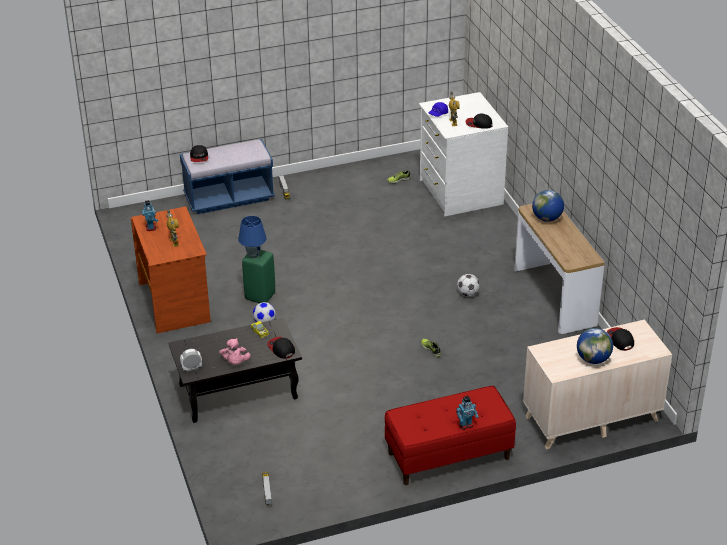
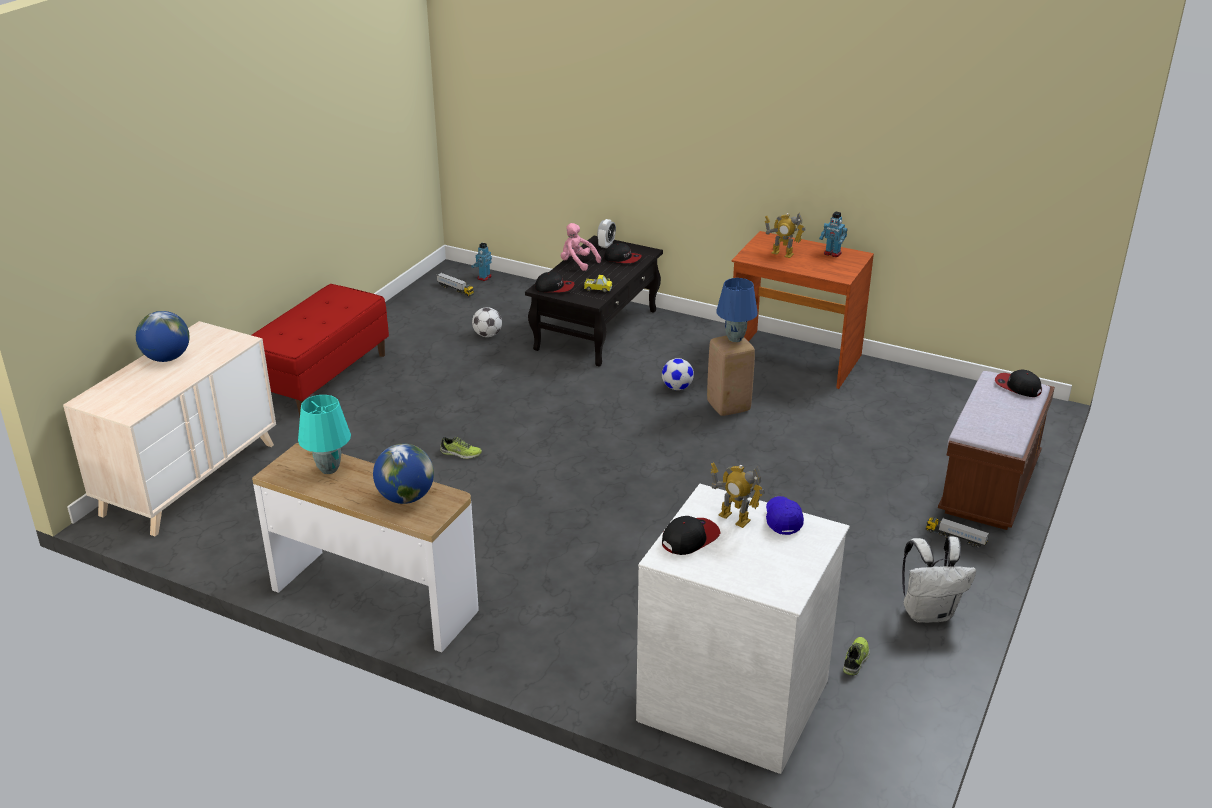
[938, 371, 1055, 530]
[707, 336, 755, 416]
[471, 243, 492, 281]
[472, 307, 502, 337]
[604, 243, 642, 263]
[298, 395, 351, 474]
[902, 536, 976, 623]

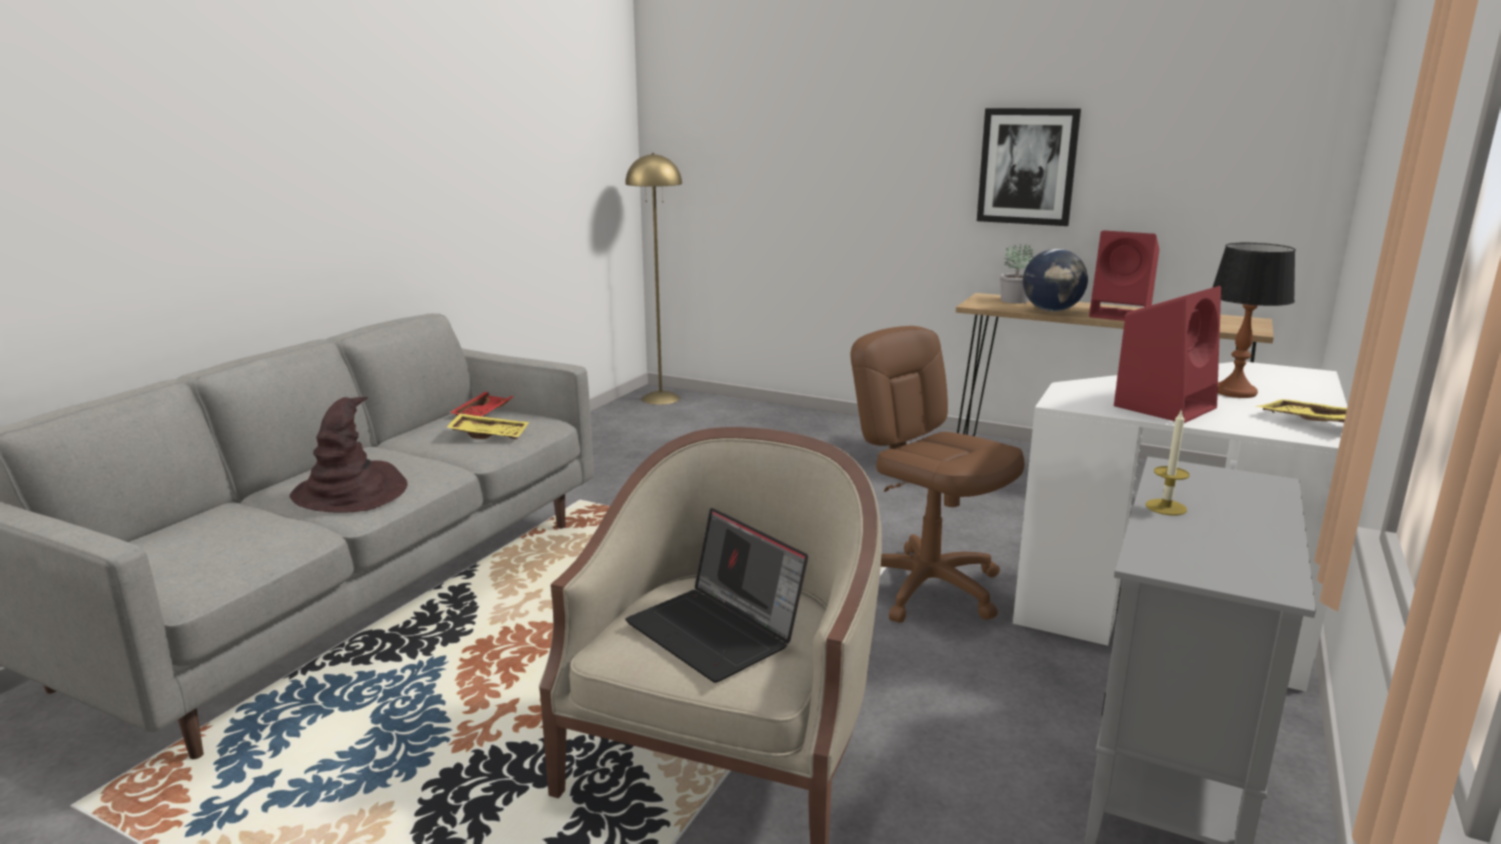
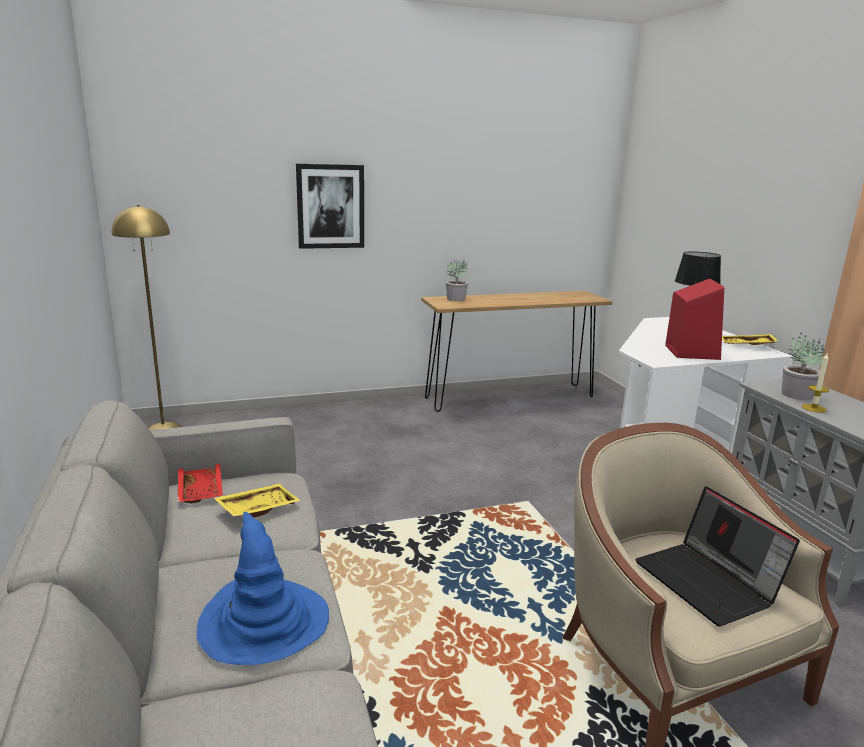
[196, 512, 329, 665]
[635, 486, 800, 626]
[851, 326, 1025, 623] (first image)
[296, 164, 364, 249]
[1023, 249, 1088, 312] (first image)
[1089, 230, 1159, 321] (first image)
[782, 332, 826, 400]

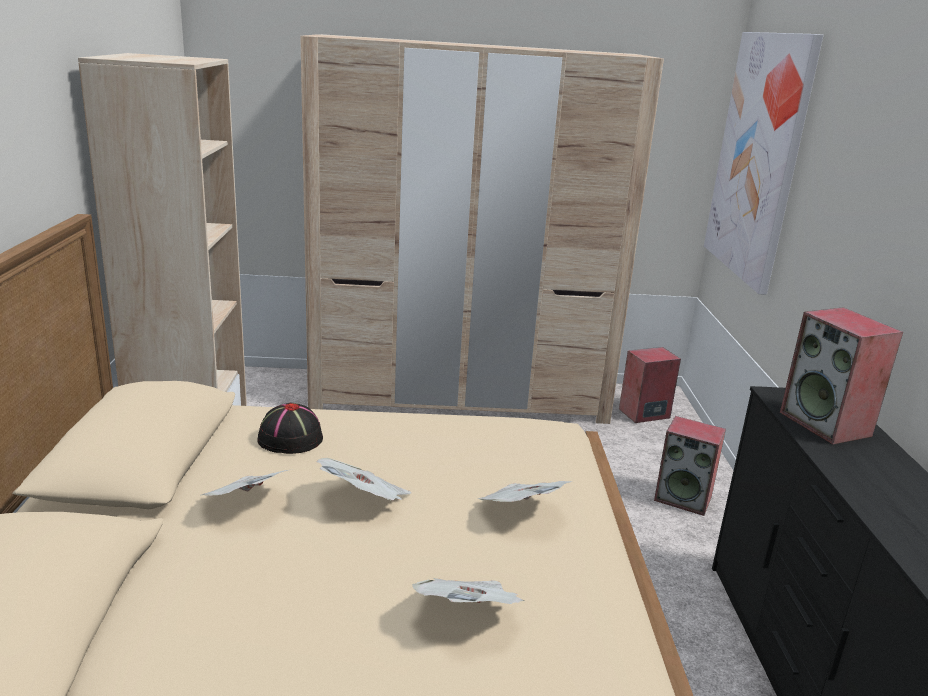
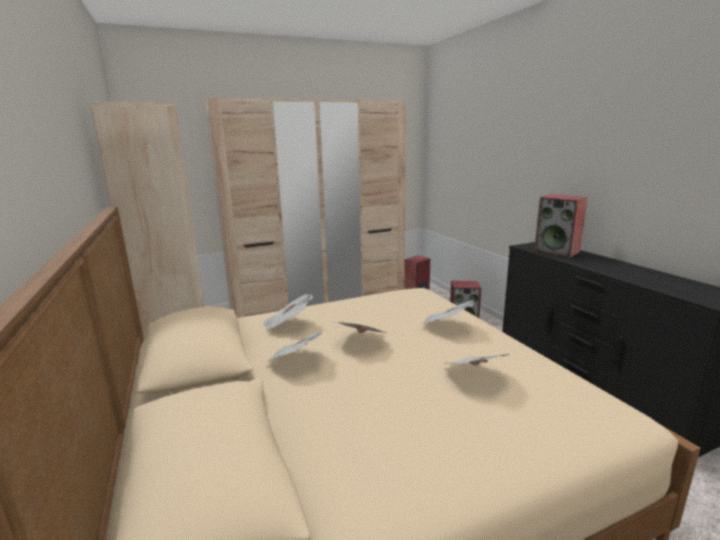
[263, 294, 313, 331]
[704, 32, 824, 295] (first image)

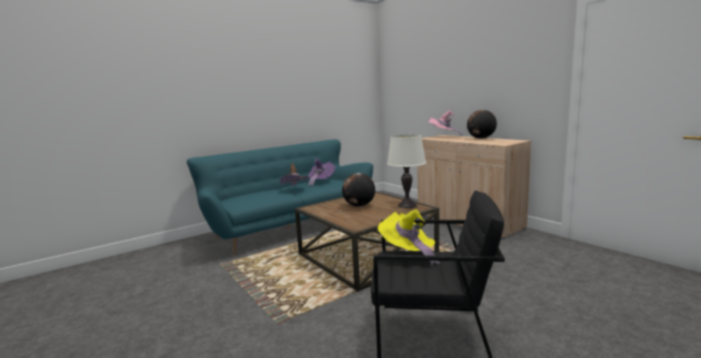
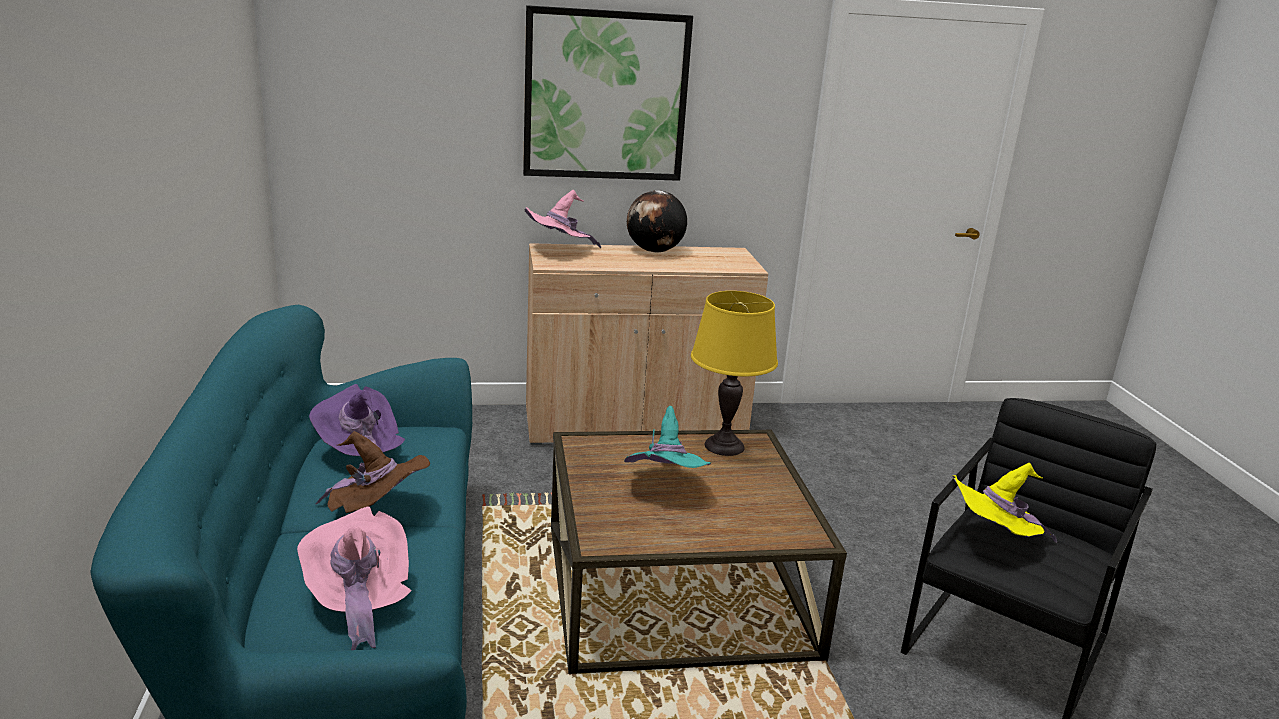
[624, 406, 711, 468]
[691, 291, 778, 456]
[297, 506, 412, 650]
[523, 5, 693, 181]

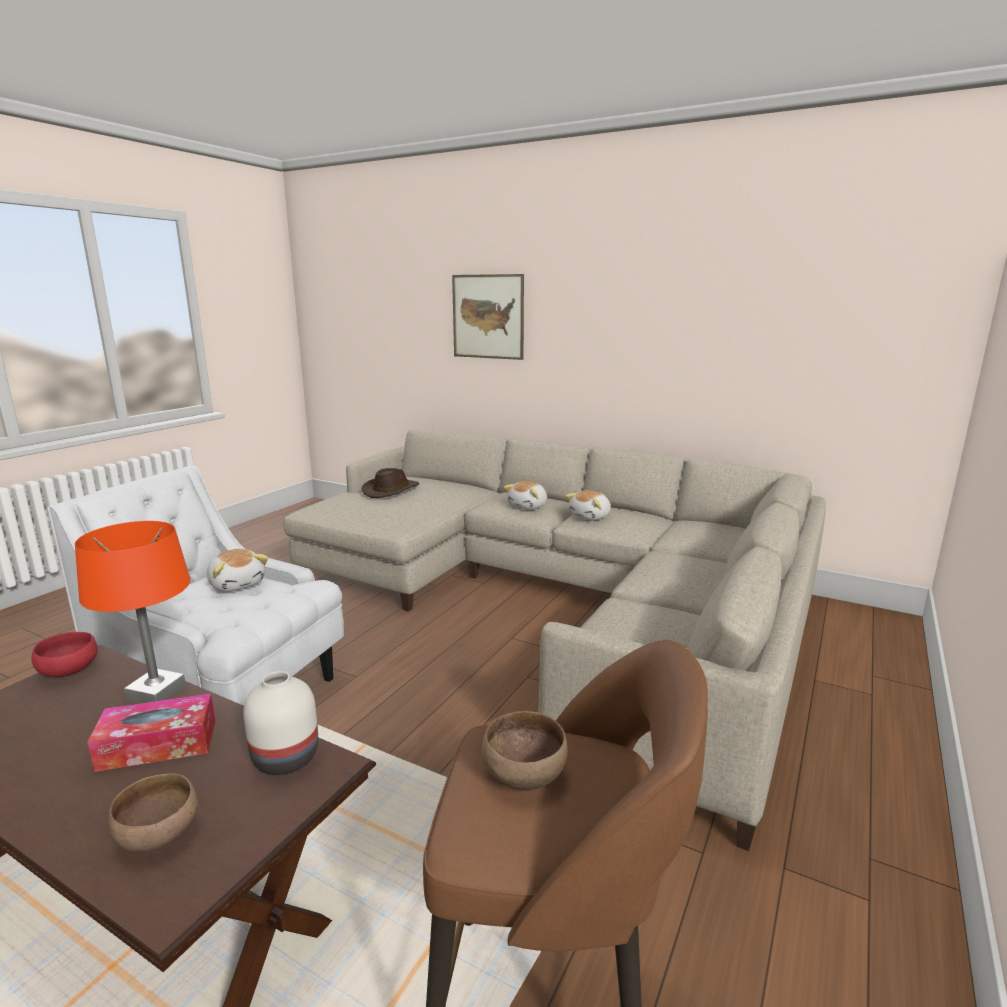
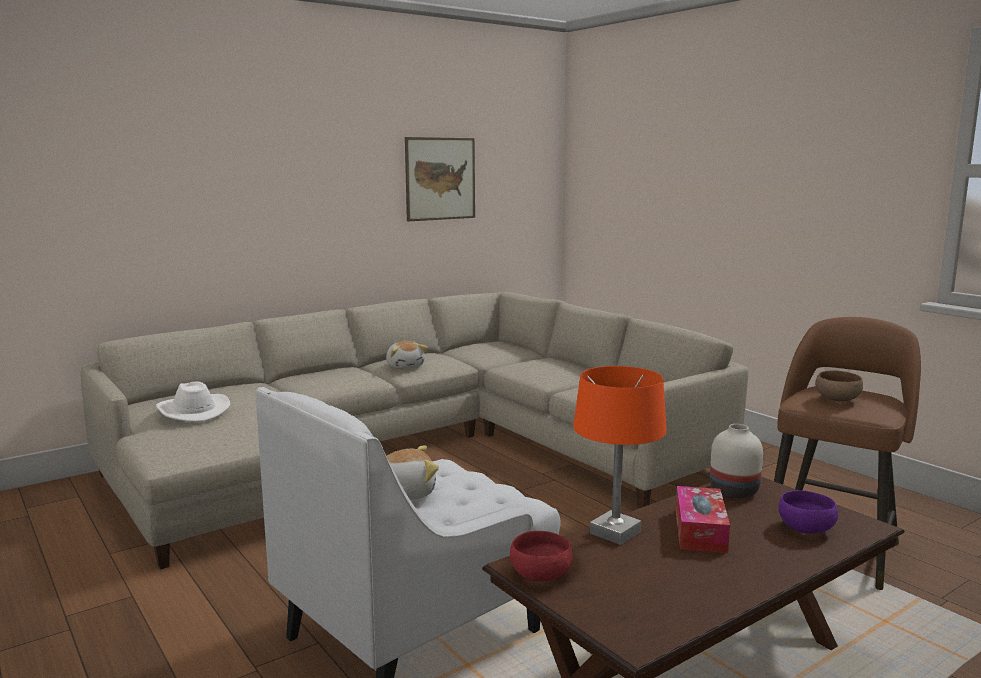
[779, 490, 838, 534]
[156, 381, 230, 422]
[405, 137, 475, 221]
[504, 481, 547, 510] (first image)

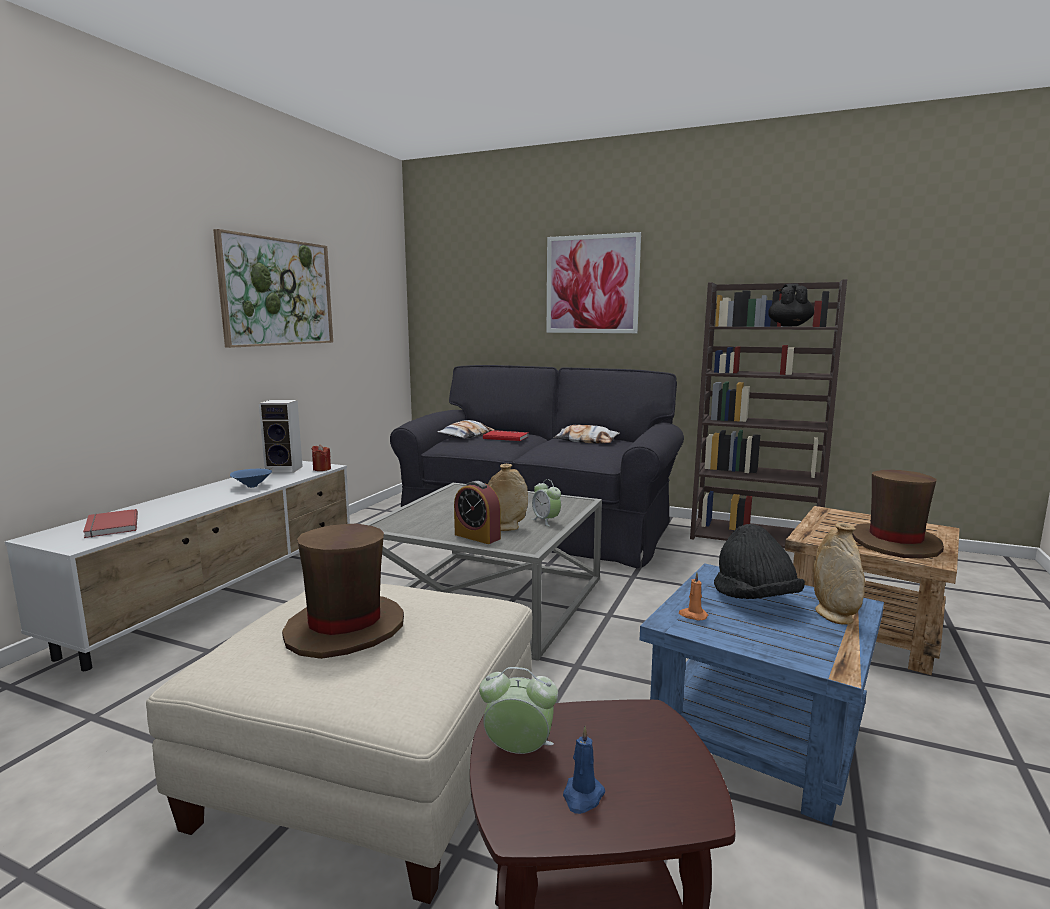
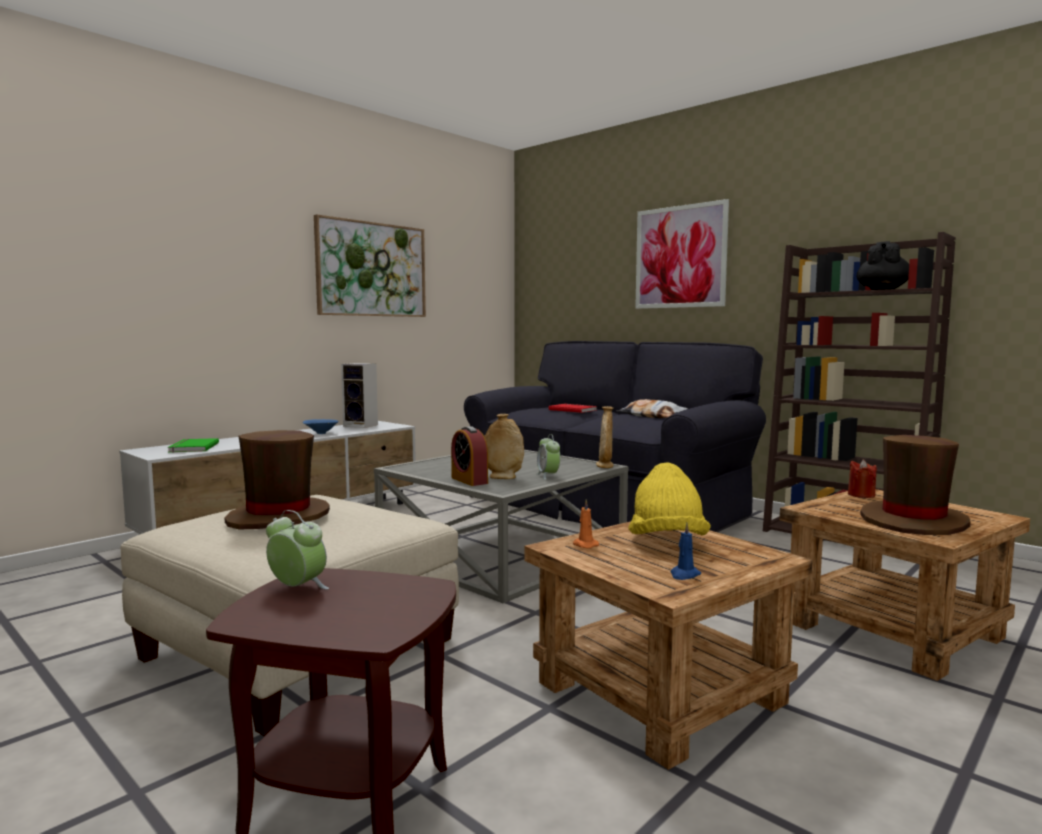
[168, 438, 219, 453]
[848, 460, 877, 498]
[437, 420, 495, 439] (first image)
[671, 523, 701, 580]
[524, 521, 813, 770]
[628, 463, 711, 536]
[596, 406, 614, 468]

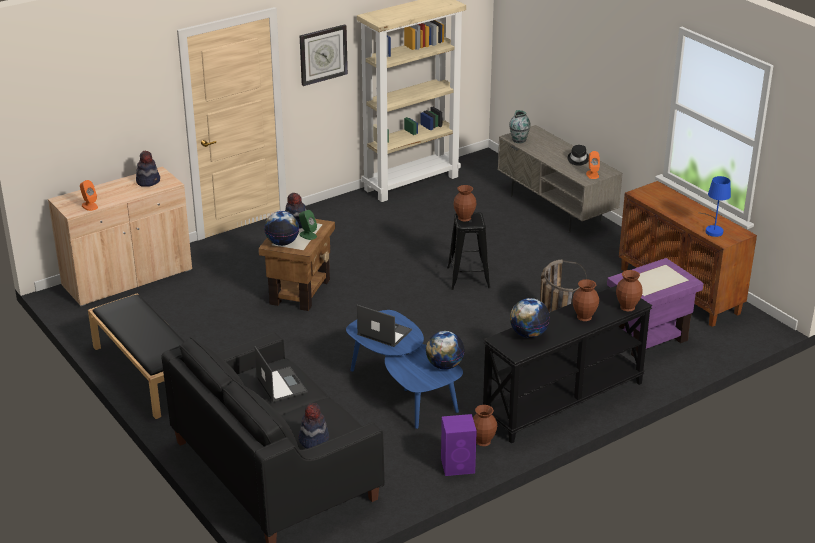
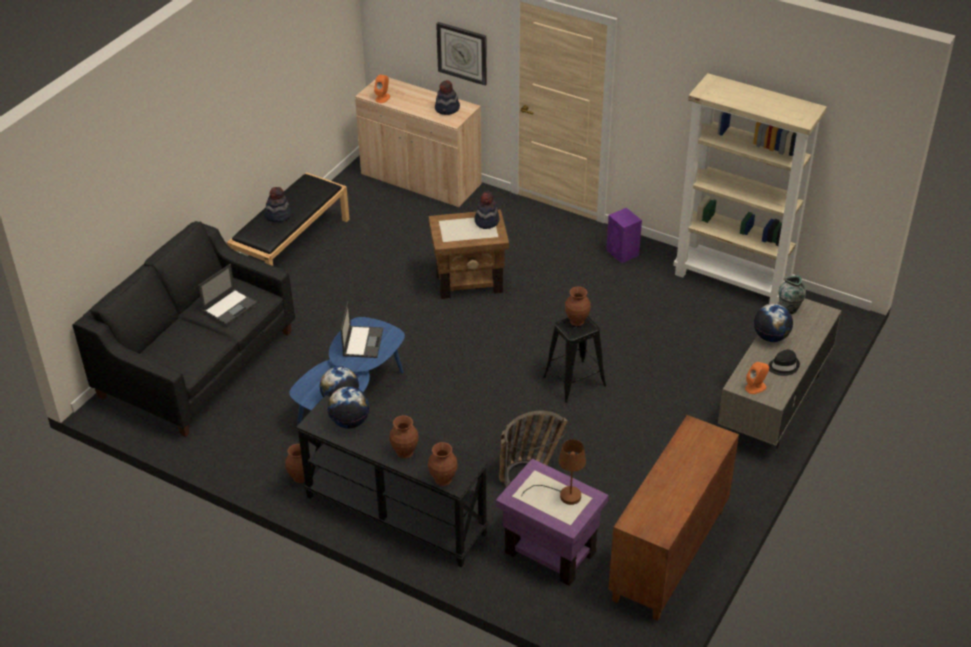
[754, 304, 793, 342]
[264, 187, 291, 222]
[299, 210, 317, 240] (first image)
[436, 22, 487, 86]
[606, 208, 642, 263]
[701, 176, 731, 237] (first image)
[521, 439, 586, 505]

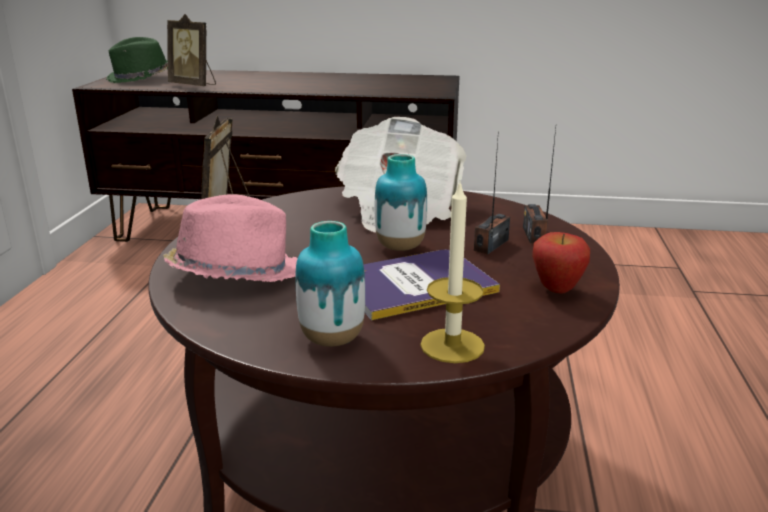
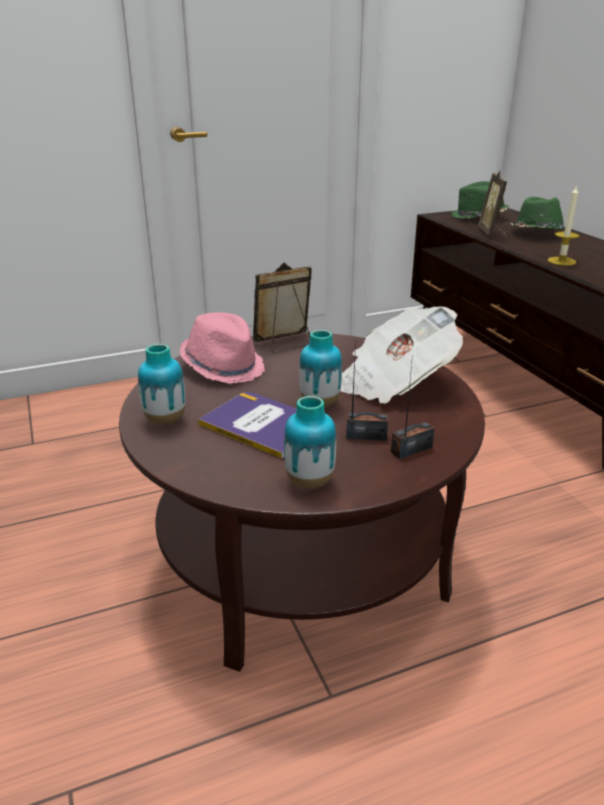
[548, 185, 580, 266]
[284, 396, 336, 489]
[510, 197, 565, 229]

